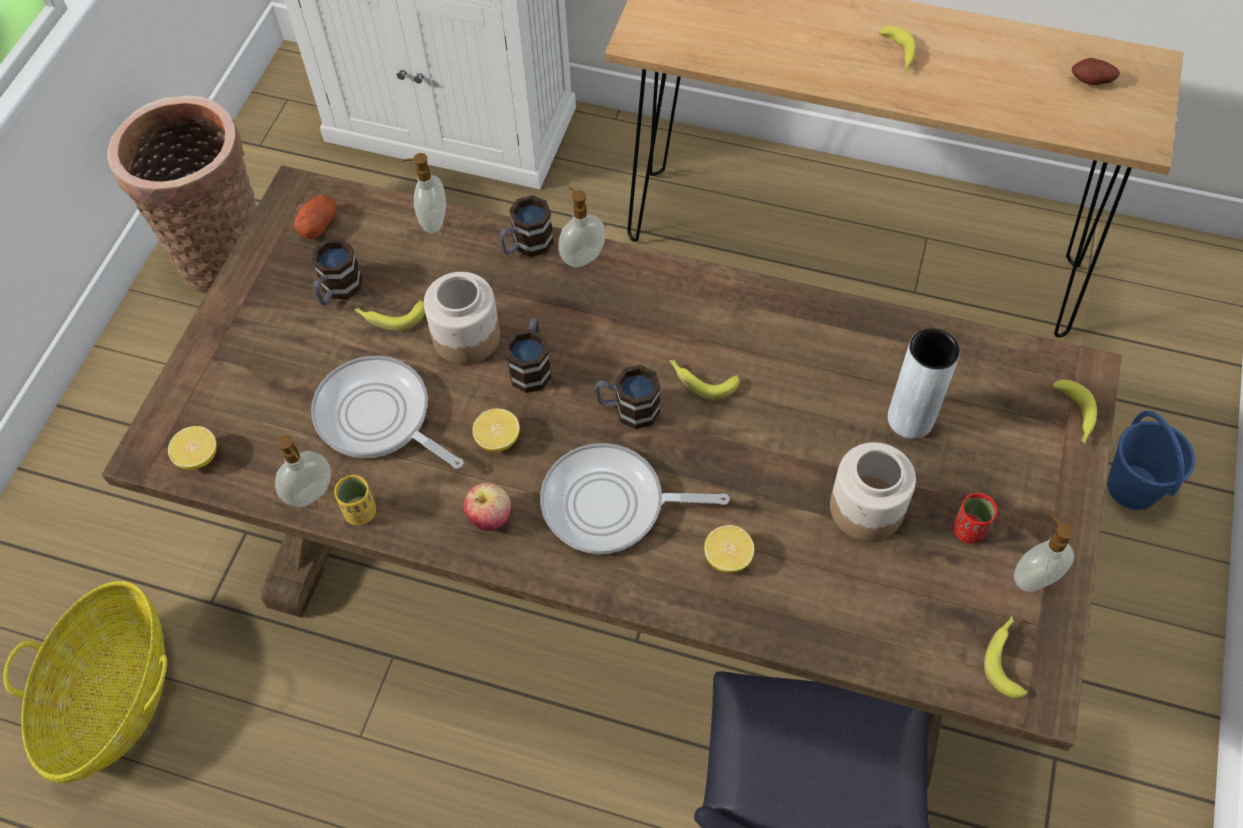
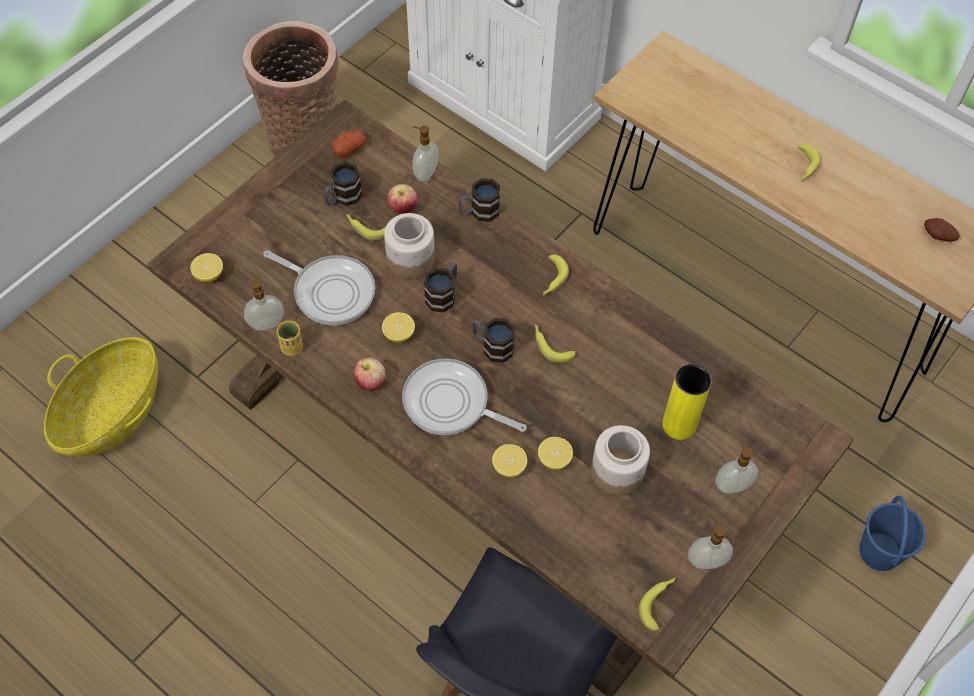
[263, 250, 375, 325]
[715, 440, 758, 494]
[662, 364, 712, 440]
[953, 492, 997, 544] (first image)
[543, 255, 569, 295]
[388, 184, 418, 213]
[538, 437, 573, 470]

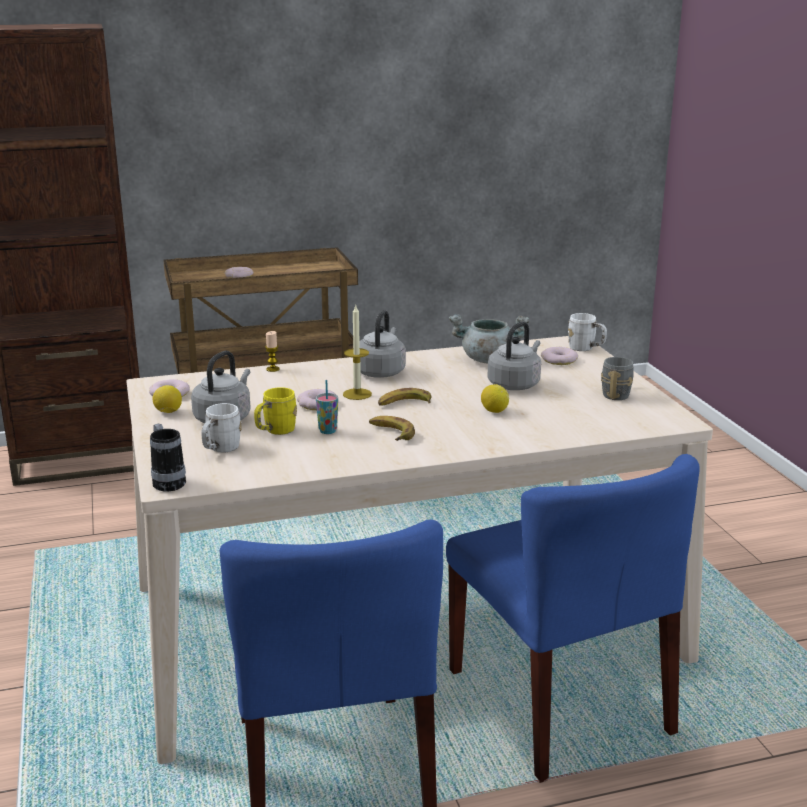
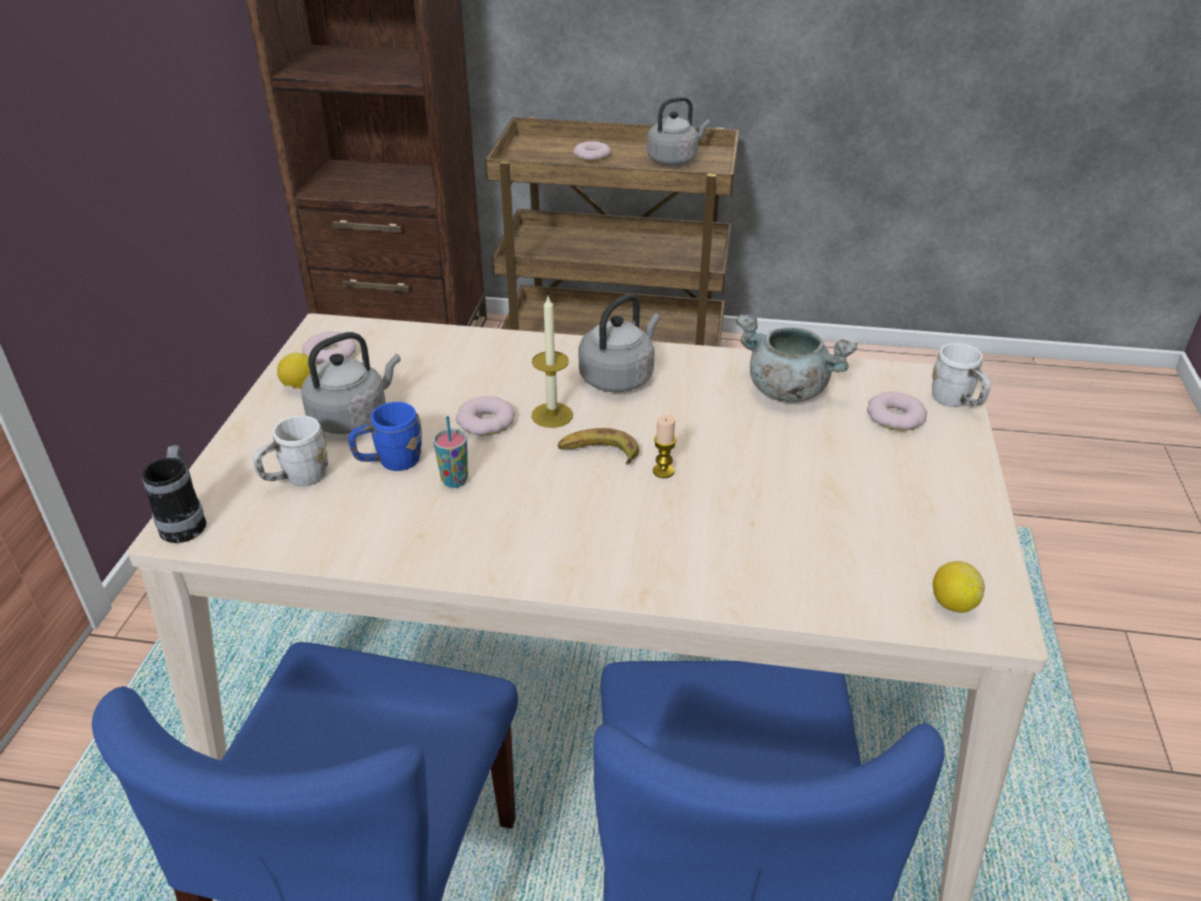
[348, 402, 422, 471]
[653, 415, 677, 478]
[369, 416, 415, 441] (first image)
[933, 561, 985, 613]
[647, 97, 710, 165]
[601, 357, 634, 400] (first image)

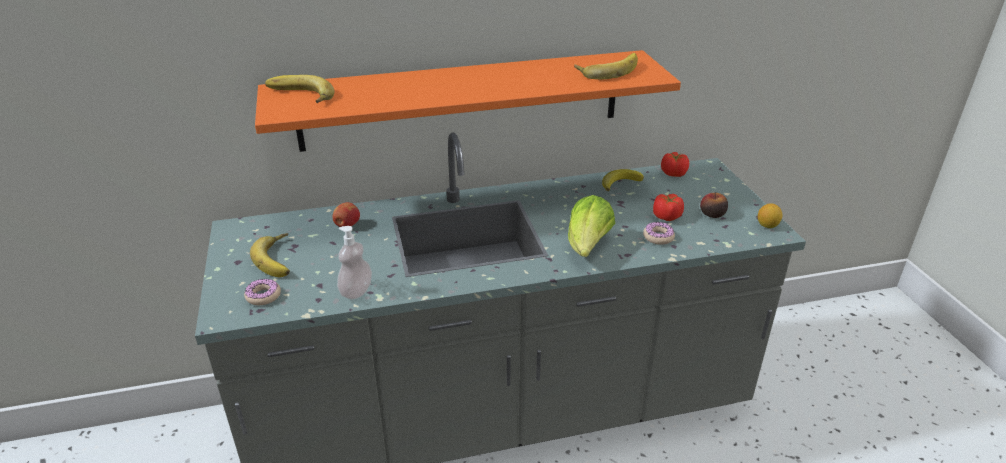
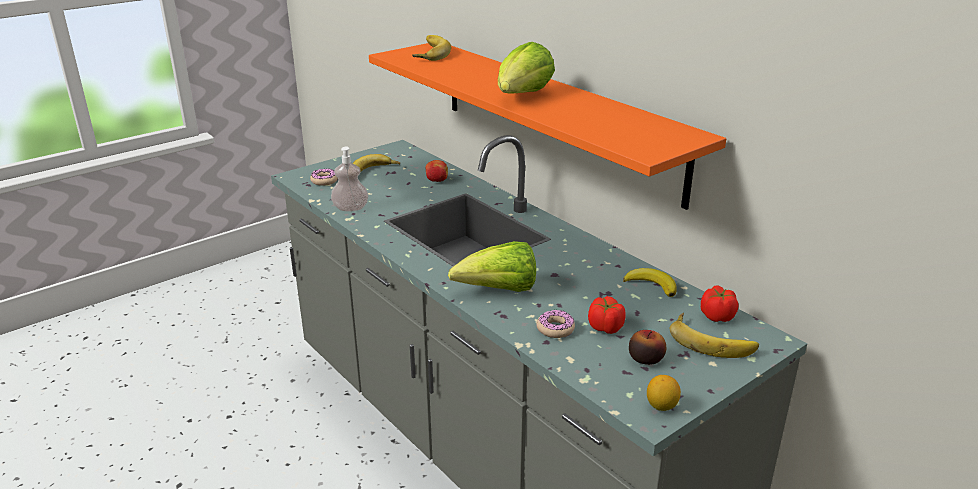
[670, 312, 759, 358]
[498, 42, 555, 94]

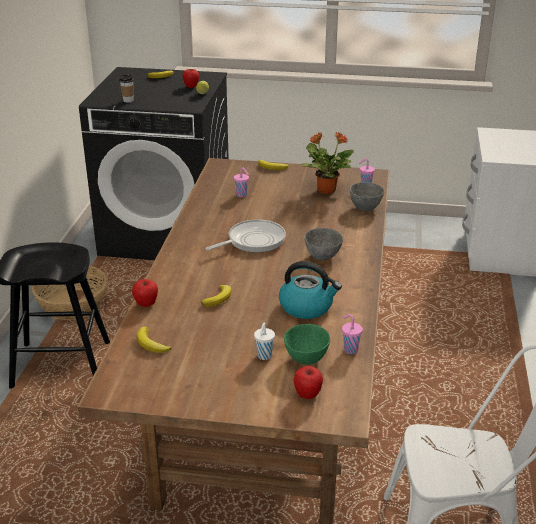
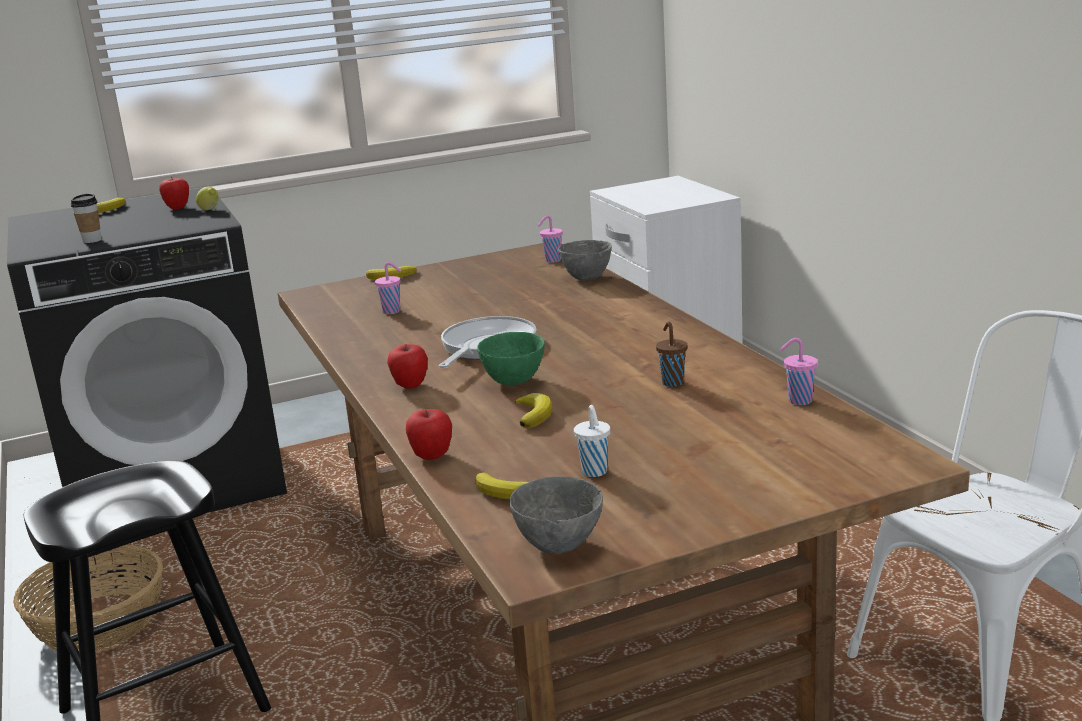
[574, 405, 610, 477]
[656, 321, 687, 387]
[477, 332, 545, 385]
[387, 344, 428, 389]
[301, 132, 354, 194] (first image)
[509, 476, 603, 554]

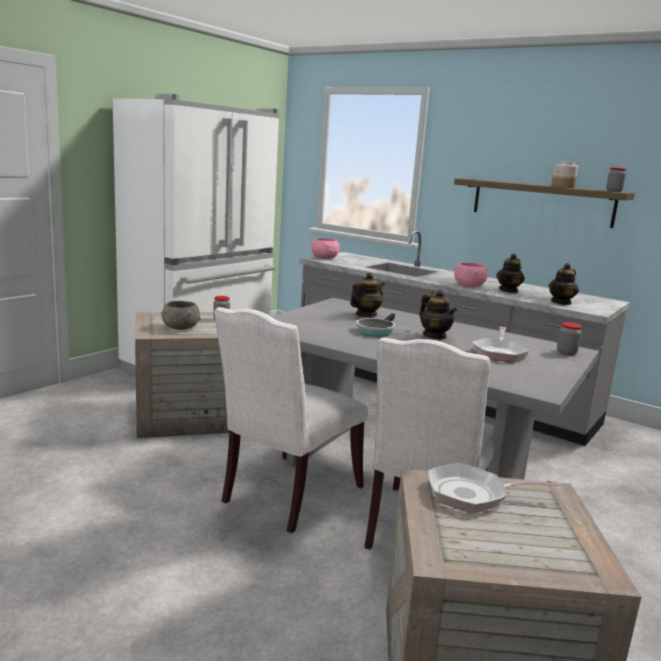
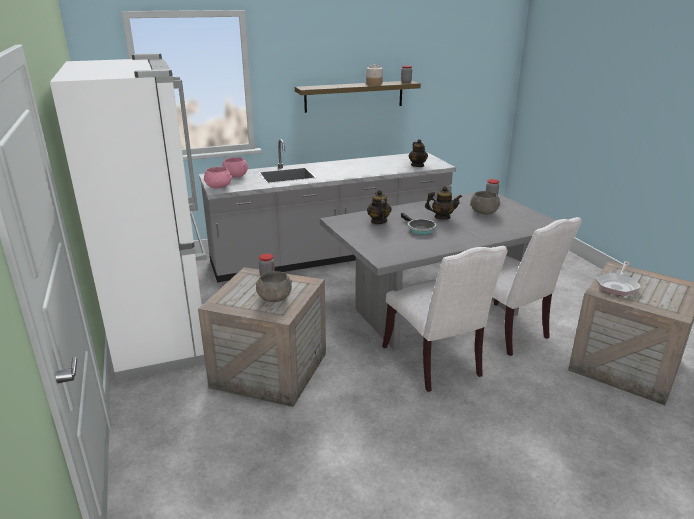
[222, 157, 249, 178]
[470, 191, 500, 215]
[497, 253, 525, 293] (first image)

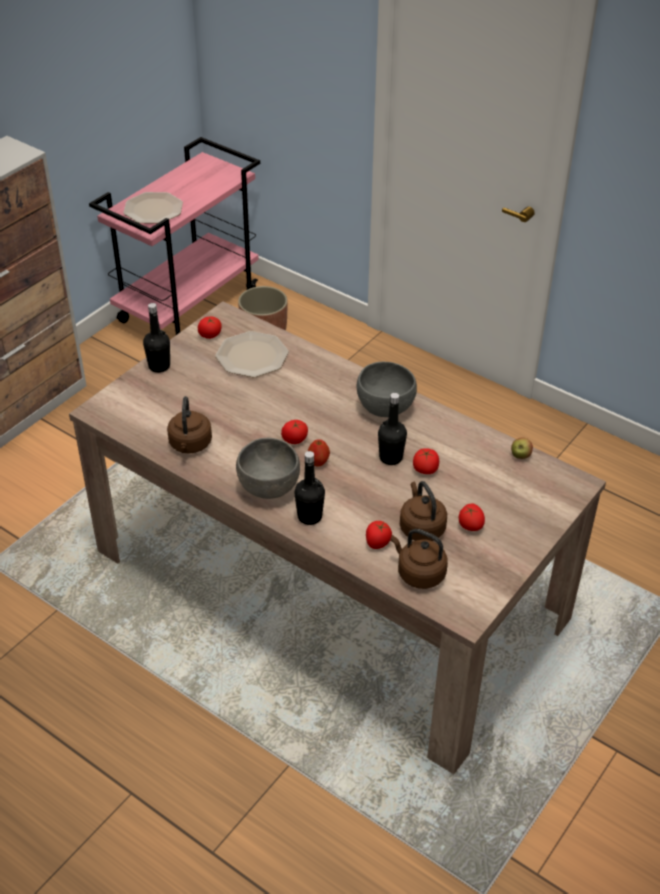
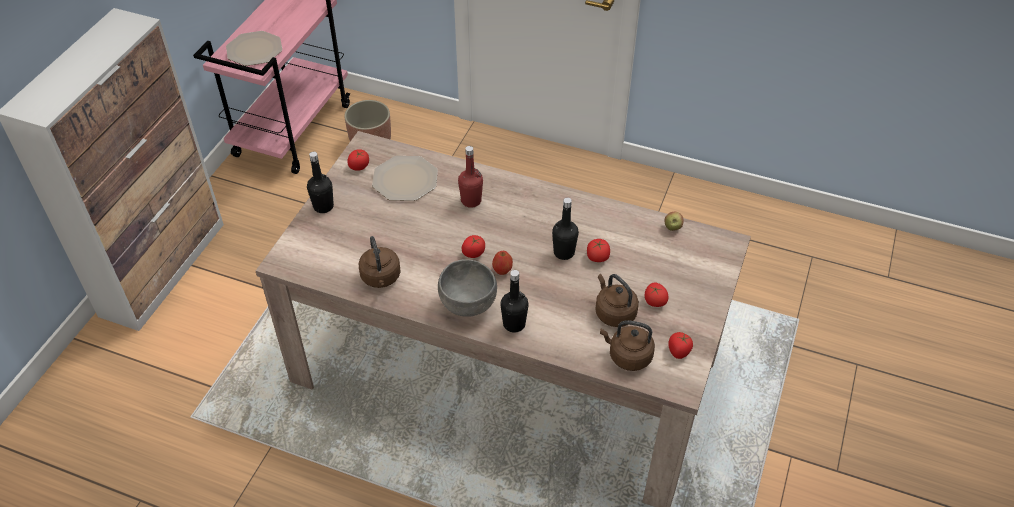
[357, 362, 417, 417] (first image)
[668, 332, 693, 359]
[458, 146, 483, 208]

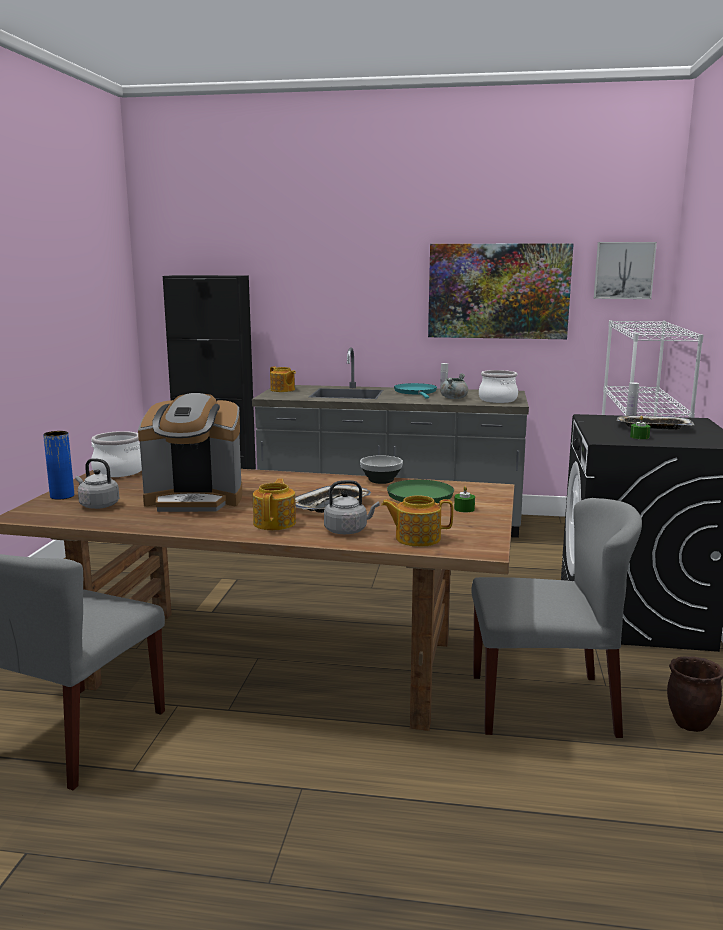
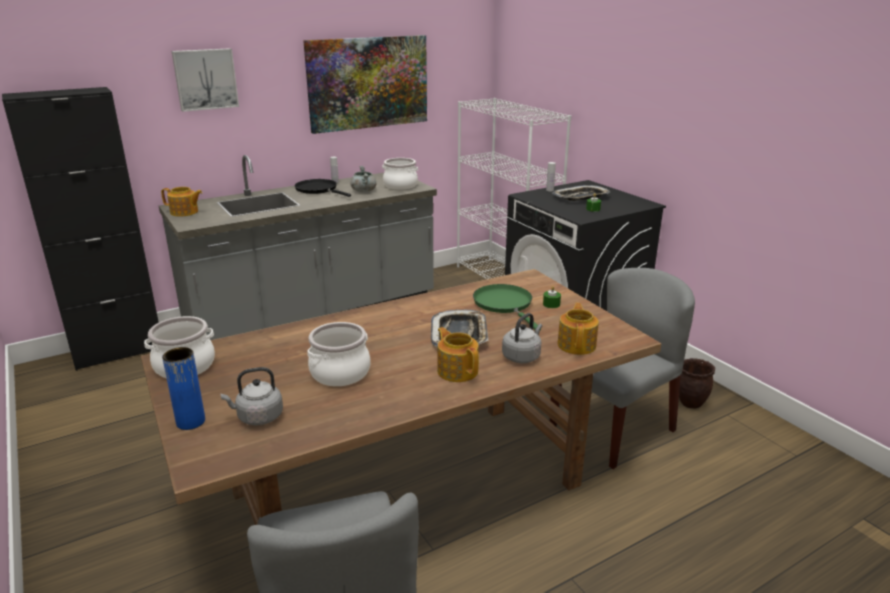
[307, 322, 371, 386]
[360, 455, 403, 484] (first image)
[557, 303, 599, 355]
[294, 179, 351, 197]
[172, 48, 239, 112]

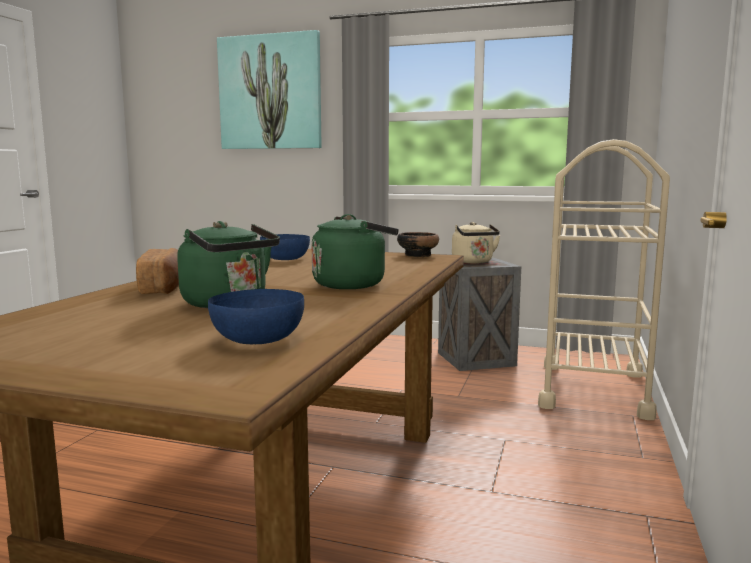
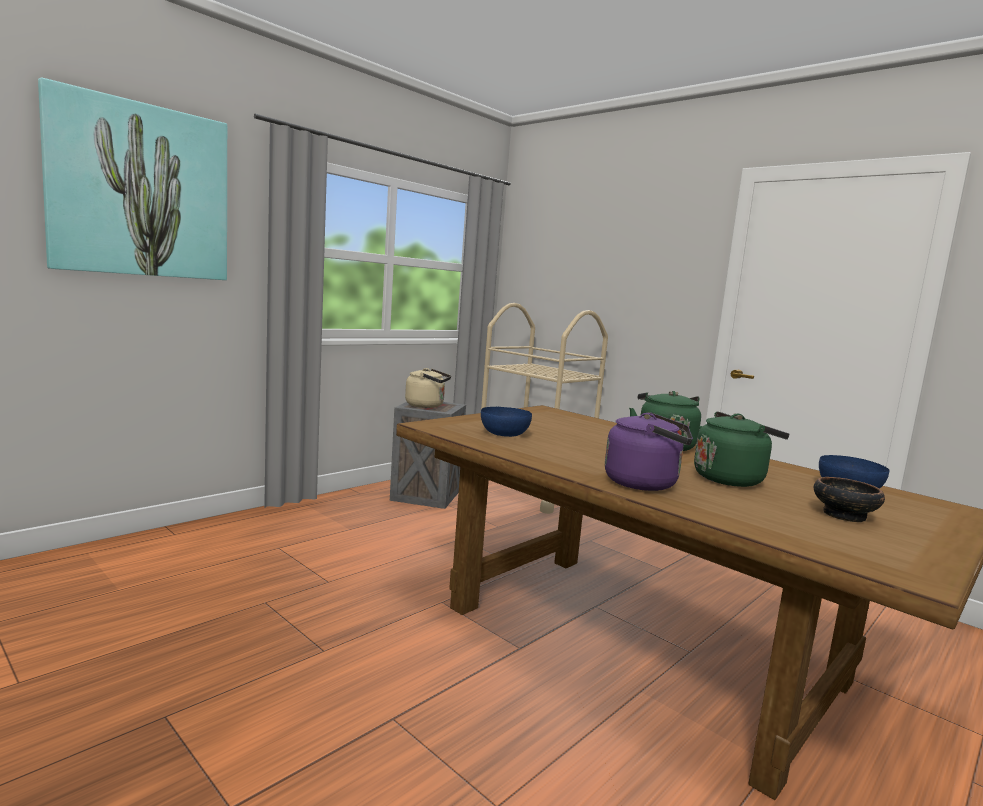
[605, 412, 693, 491]
[814, 477, 885, 522]

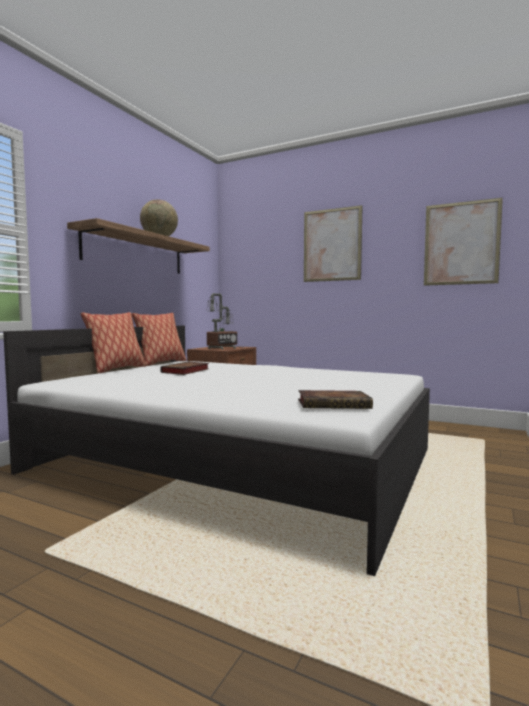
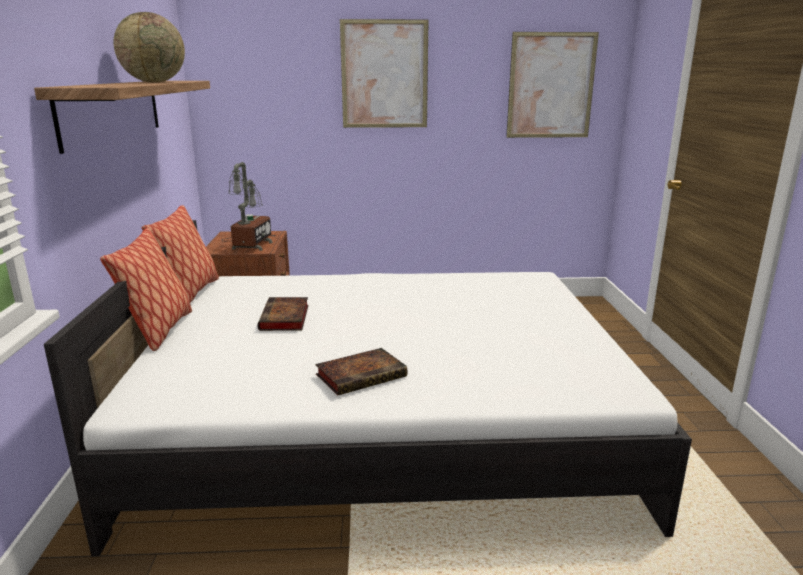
[315, 348, 407, 395]

